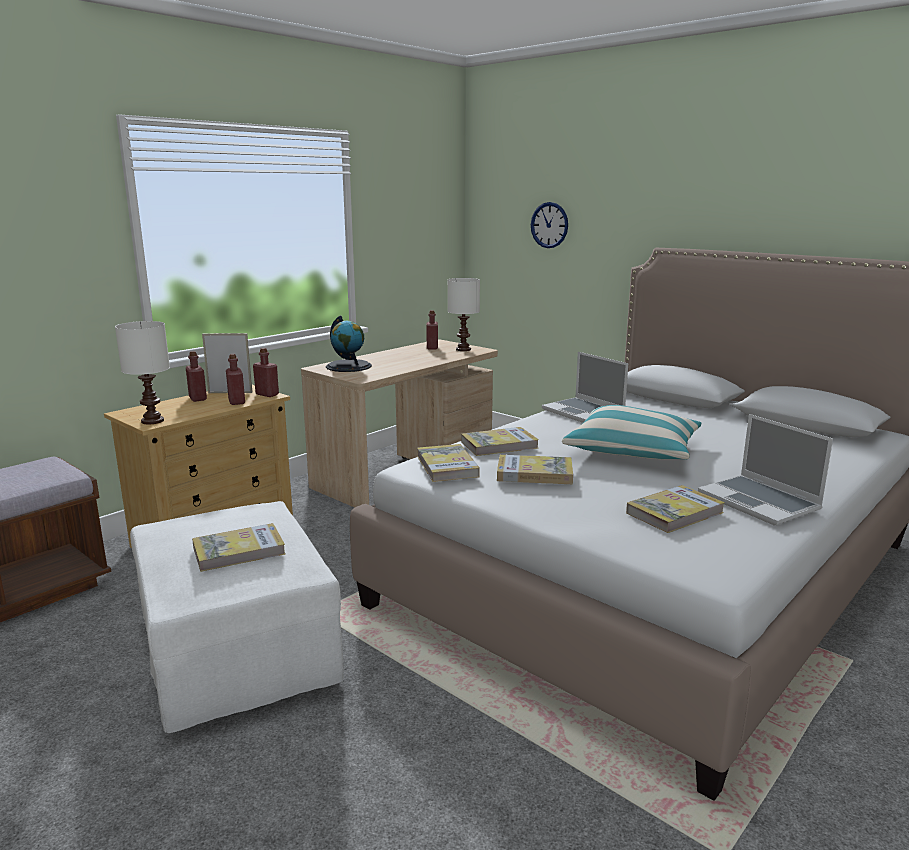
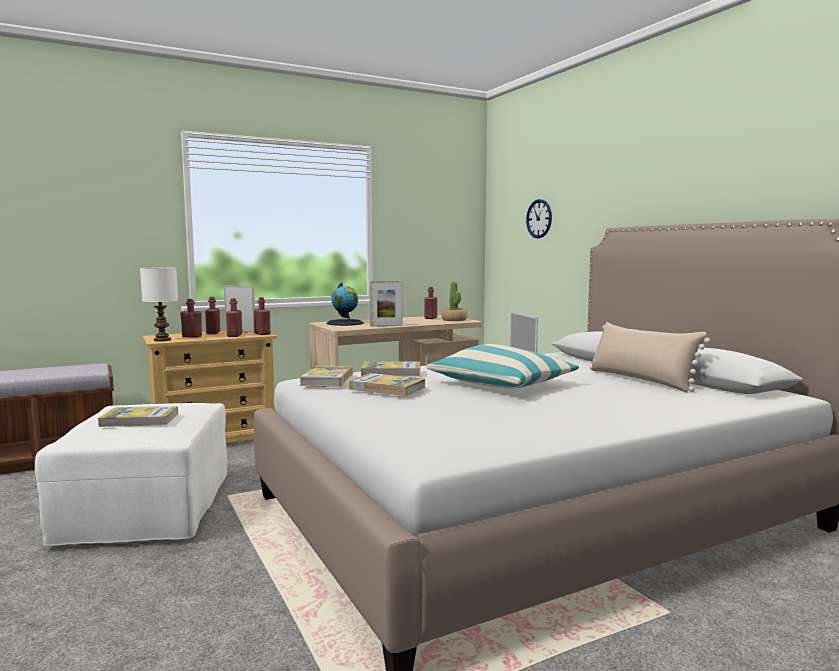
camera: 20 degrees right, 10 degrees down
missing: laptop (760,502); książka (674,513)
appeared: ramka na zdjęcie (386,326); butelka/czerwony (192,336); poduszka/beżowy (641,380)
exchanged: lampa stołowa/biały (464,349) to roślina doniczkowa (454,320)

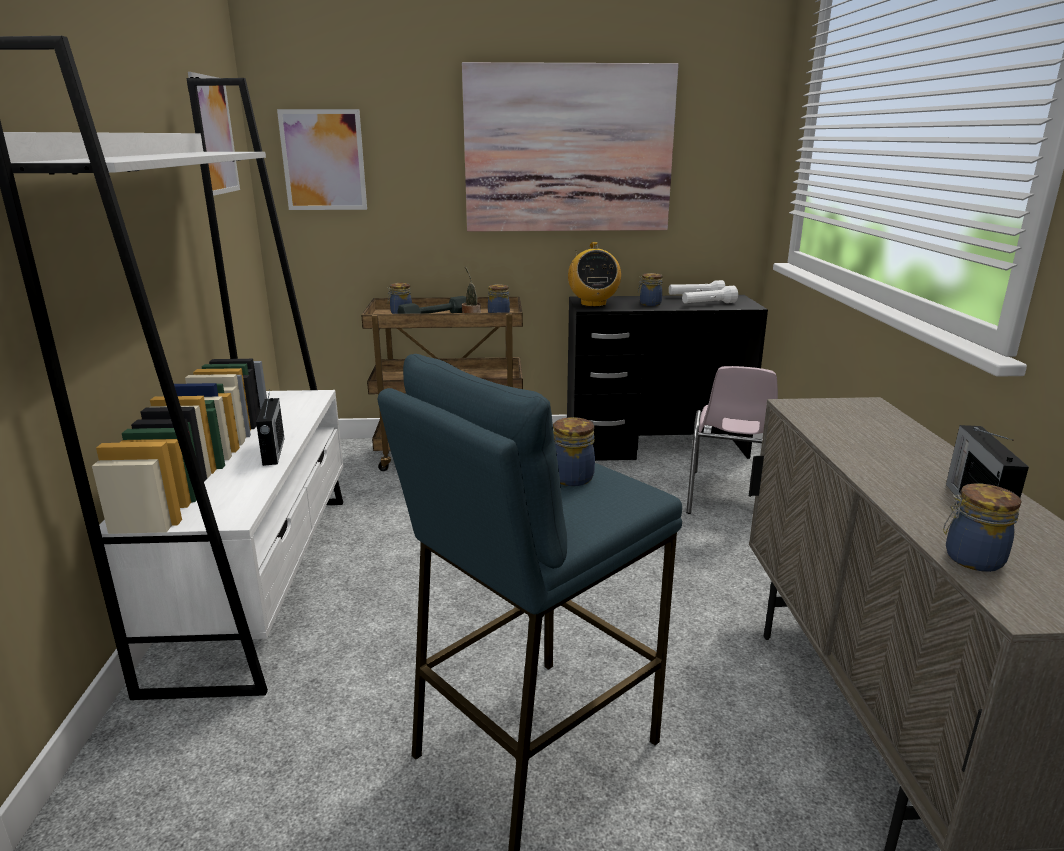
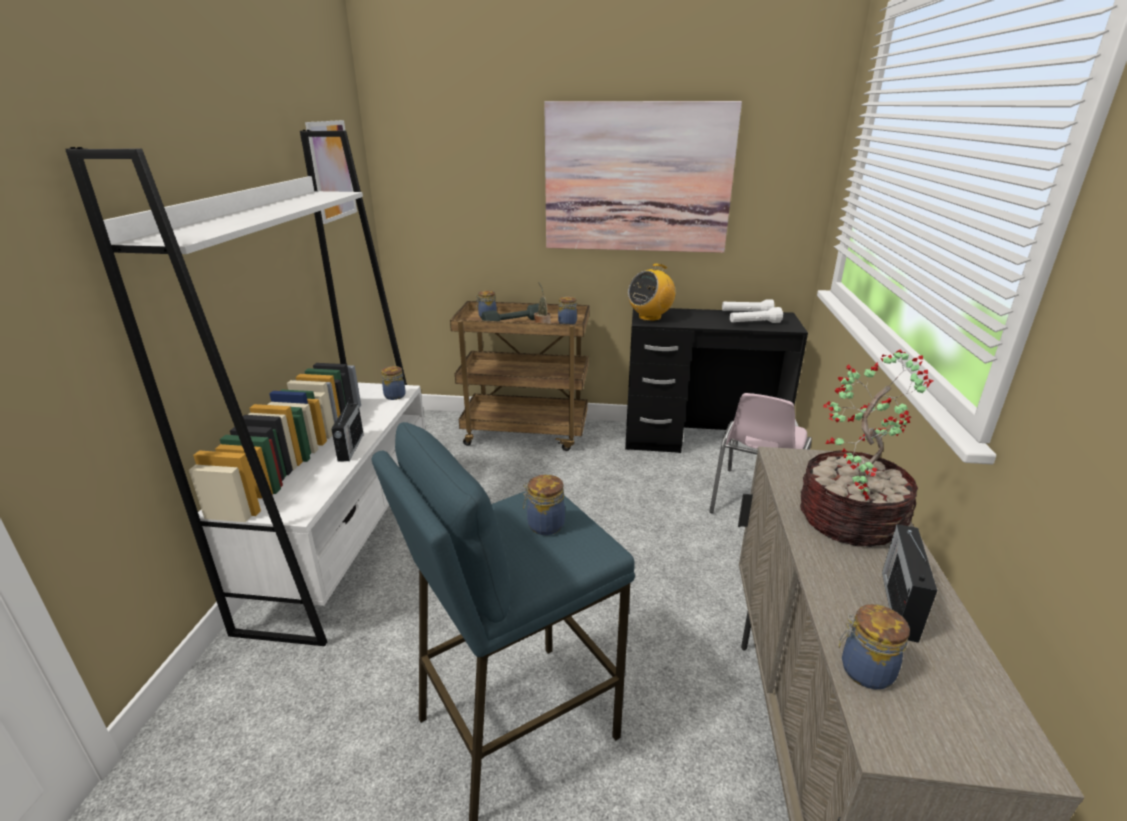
camera: 10 degrees right, 5 degrees up
missing: obraz (323,160)
appeared: roślina doniczkowa (850,518)
relocated: słoik (649,304) to (394,395)
spun: radio (593,304) = (650,317) 45 degrees clockwise

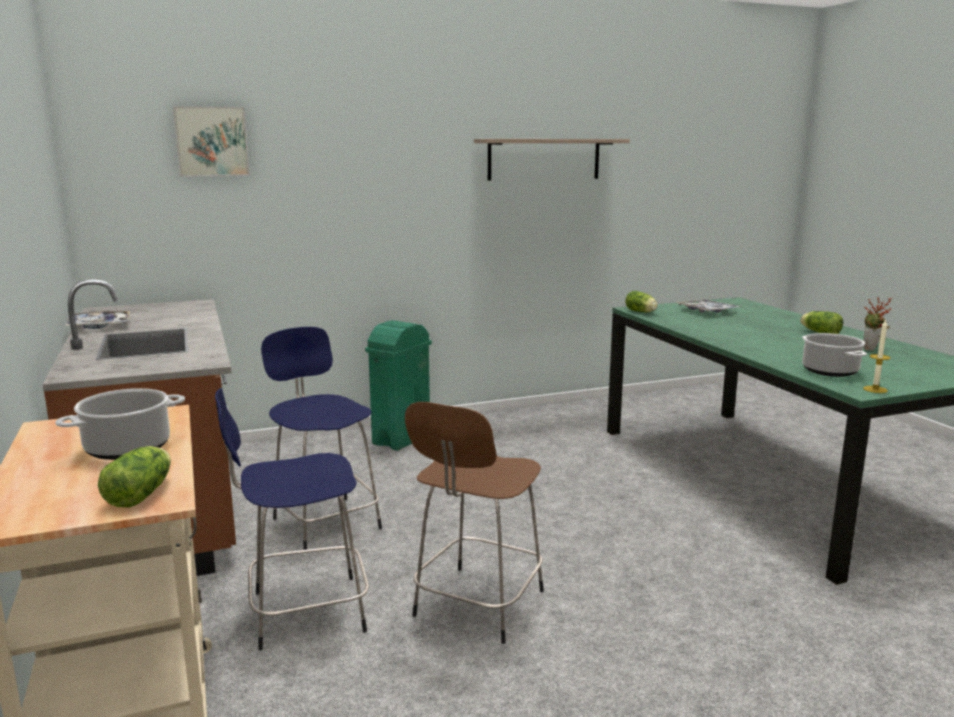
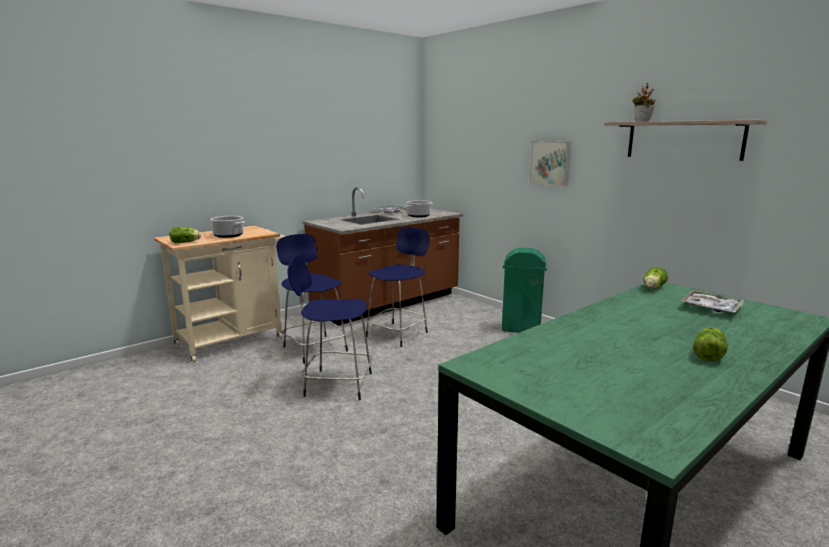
camera: 70 degrees right, 0 degrees up
missing: świeca (875,389)
relocated: obraz (211,141) to (550,163); roślina doniczkowa (872,349) to (641,121); garnek (830,371) to (418,216)
colour: stołek/brązowy (477,606) to stołek/niebieski (336,384)

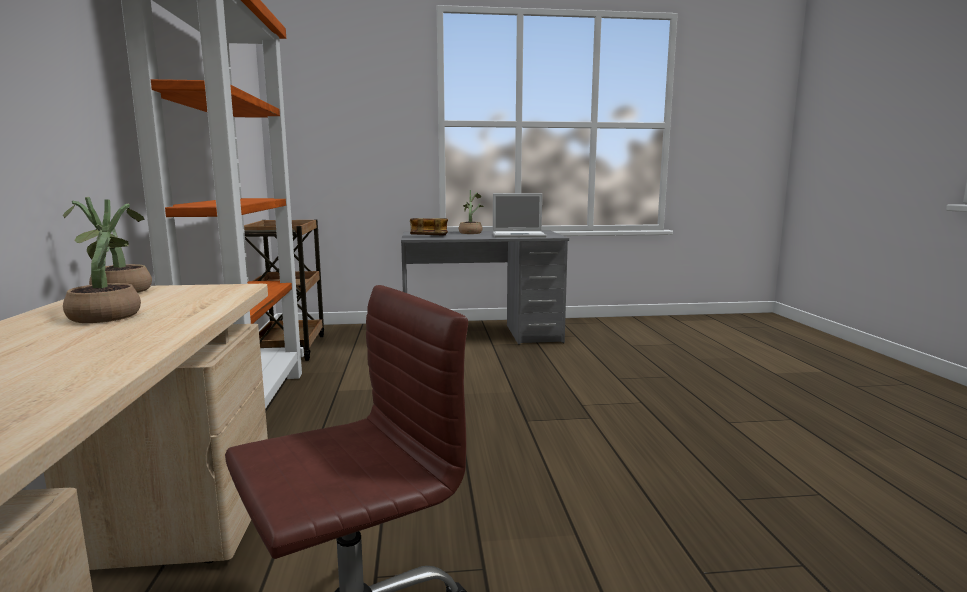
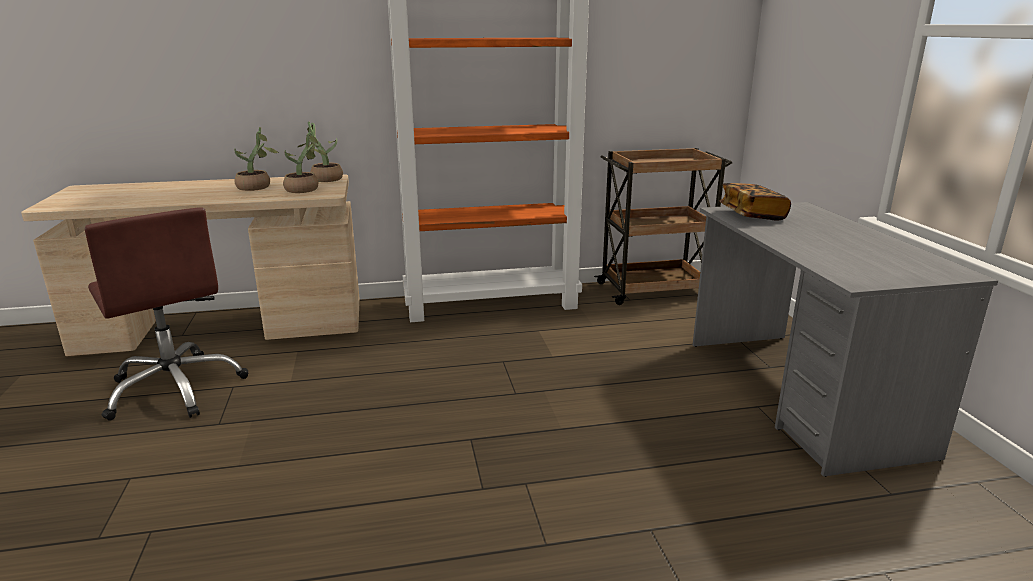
camera: 85 degrees right, 10 degrees up
missing: laptop (519,235)
relocated: roślina doniczkowa (471,232) to (306,190)

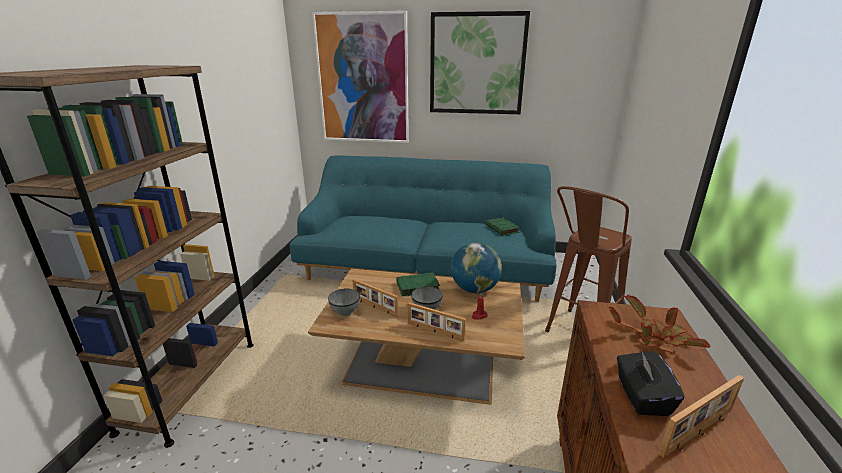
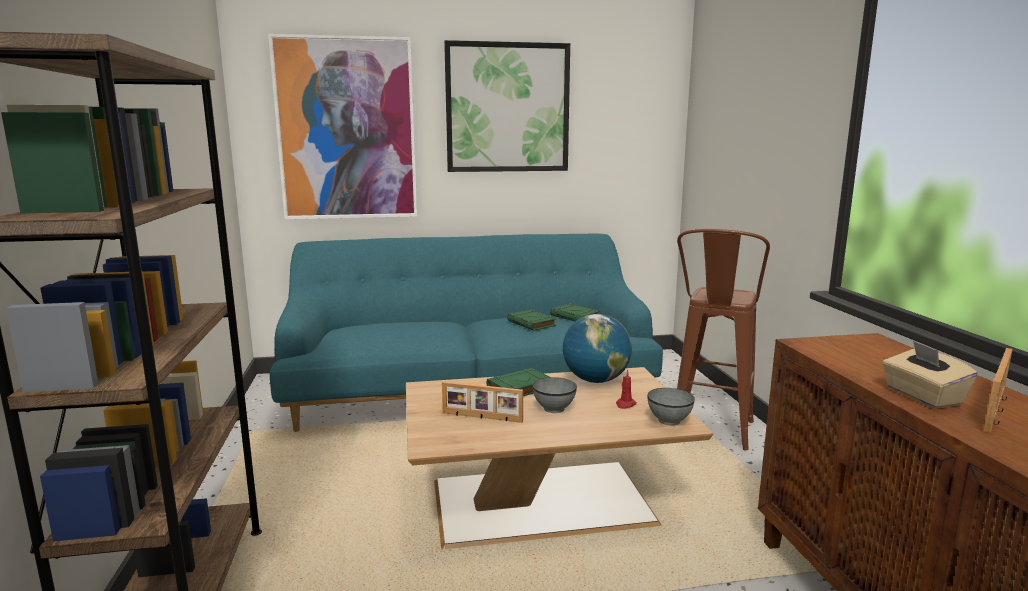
camera: 20 degrees left, 10 degrees down
missing: roślina doniczkowa (654,339); ramka na zdjęcie (435,332)
appeared: książka/zielony (532,323)
relocated: miska/szary (345,312) to (669,421)
colour: pudełko chusteczek/czarny (641,396) to pudełko chusteczek/beżowy (922,397)

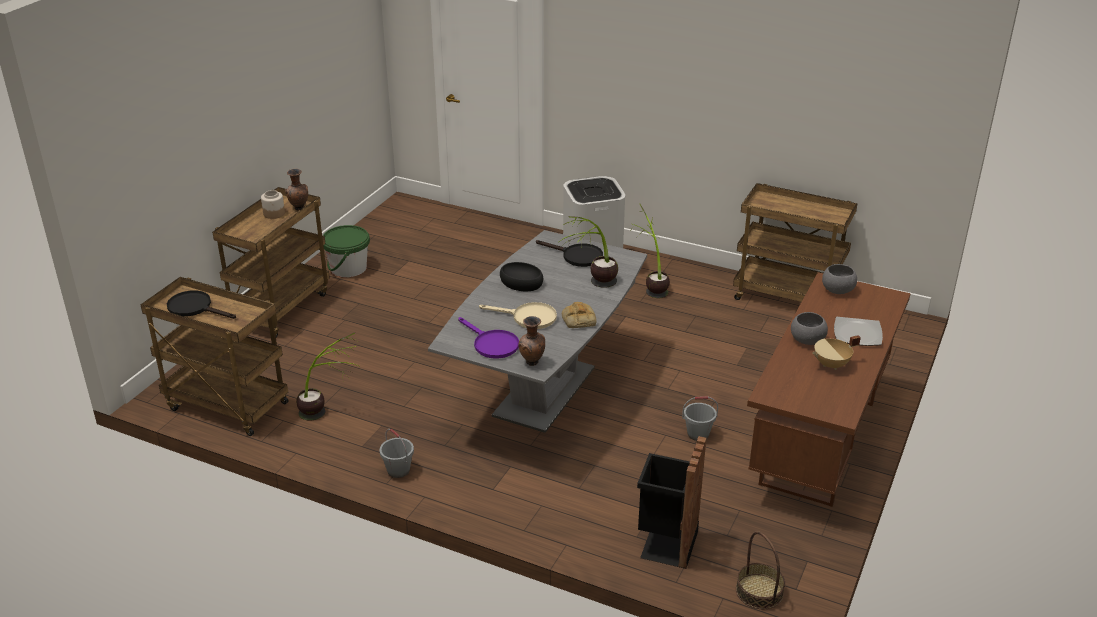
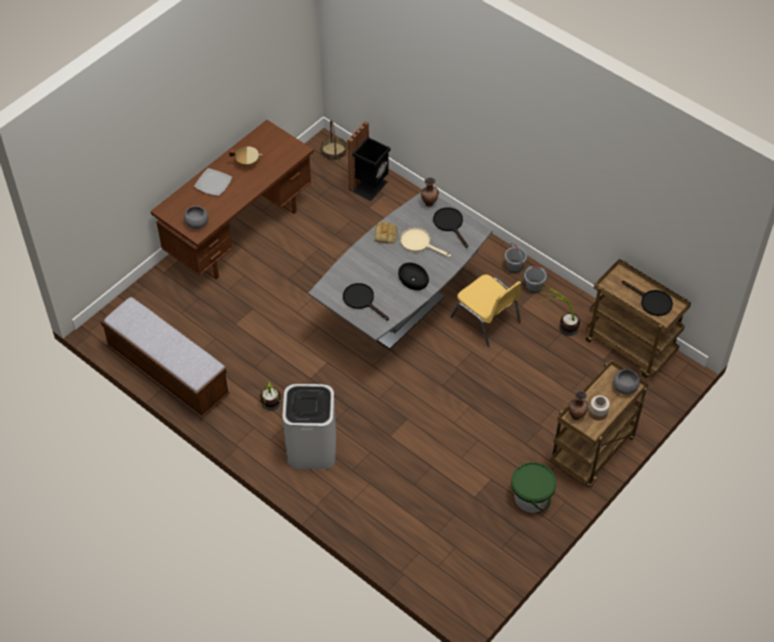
camera: 165 degrees left, 20 degrees up
missing: roślina doniczkowa (591,286)
appeared: krzesło/żółty (486,320)
relocated: miska/szary (807,340) to (625,387); wiadro/szary (698,434) to (533,287)
exchanged: wózek/brązowy (788,297) to ławka (168,372)
colour: patelnia/fioletowy (491,344) to patelnia/czarny (450,224)

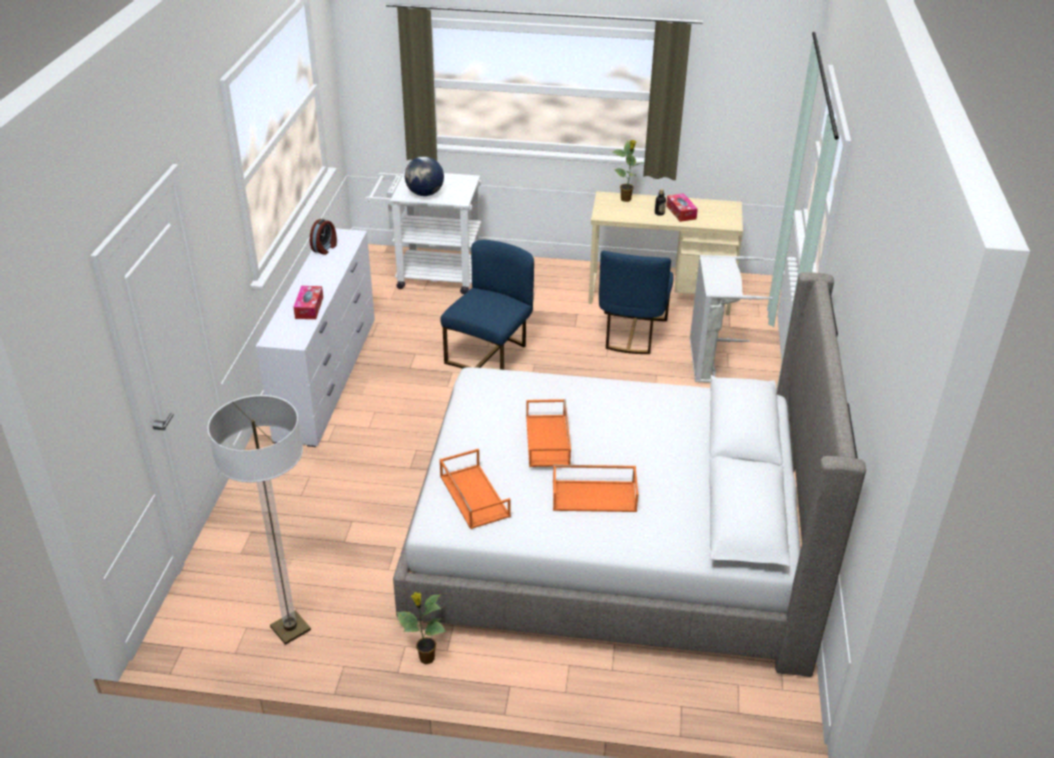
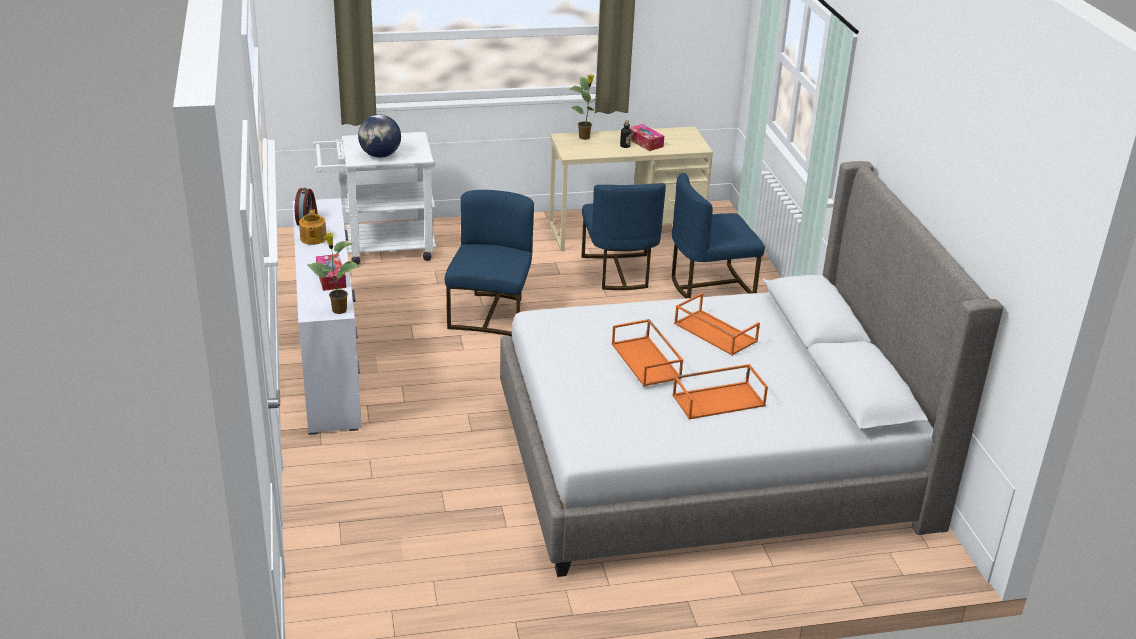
camera: 20 degrees left, 5 degrees down
missing: lampa stojąca (290,629)
appeared: imbryk (313,239)
relocated: taca/pomarańczowy (473,496) to (714,332); roślina doniczkowa (425,658) to (338,310)
exchanged: kosz na pranie/szary (712,361) to krzesło/niebieski (710,284)

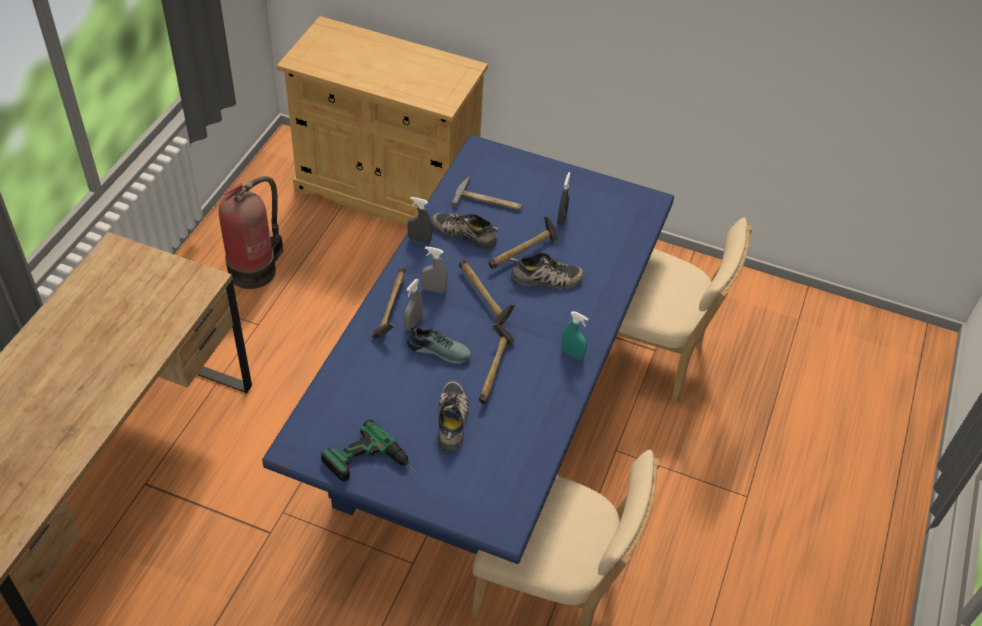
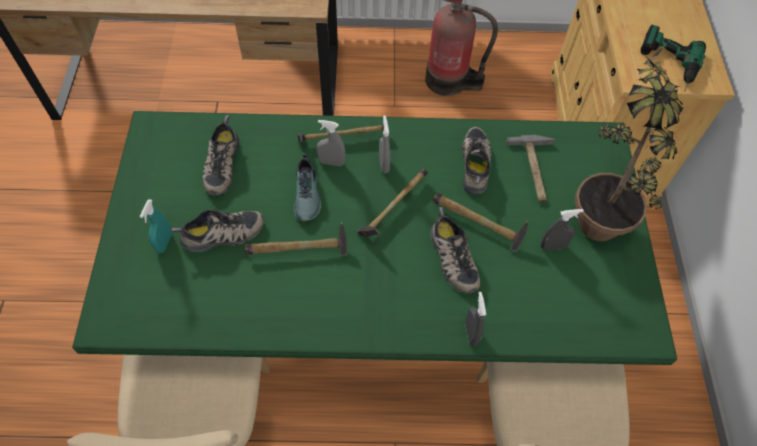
camera: 70 degrees right, 10 degrees up
appeared: roślina doniczkowa (599,211); but (221,164)
relocated: spryskiwacz/szary (419,240) to (471,333); spryskiwacz/turkusowy (572,354) to (164,242); wiertarka (372,466) to (667,65)
colour: stół jadalny/niebieski (481,419) to stół jadalny/zielony (376,305)

